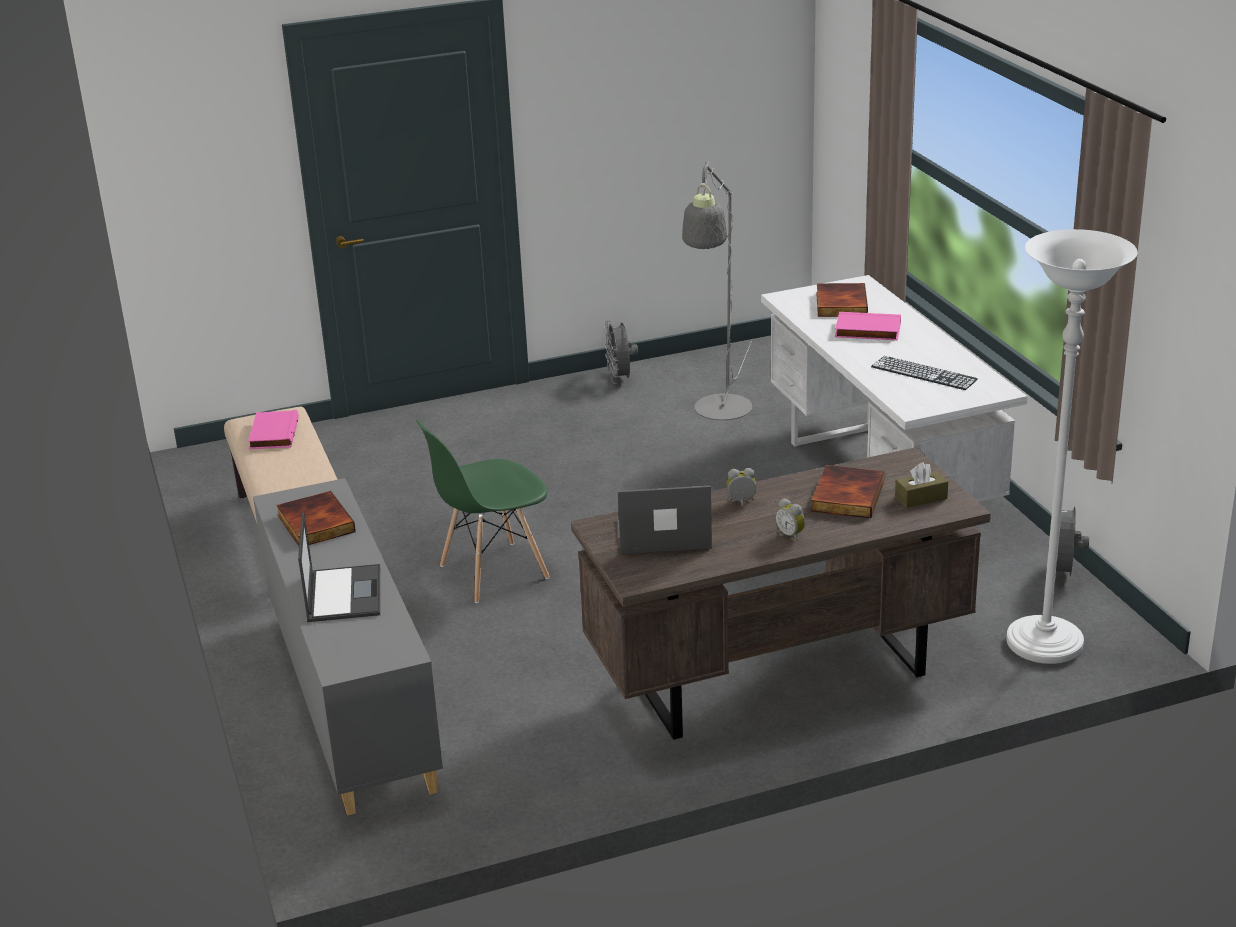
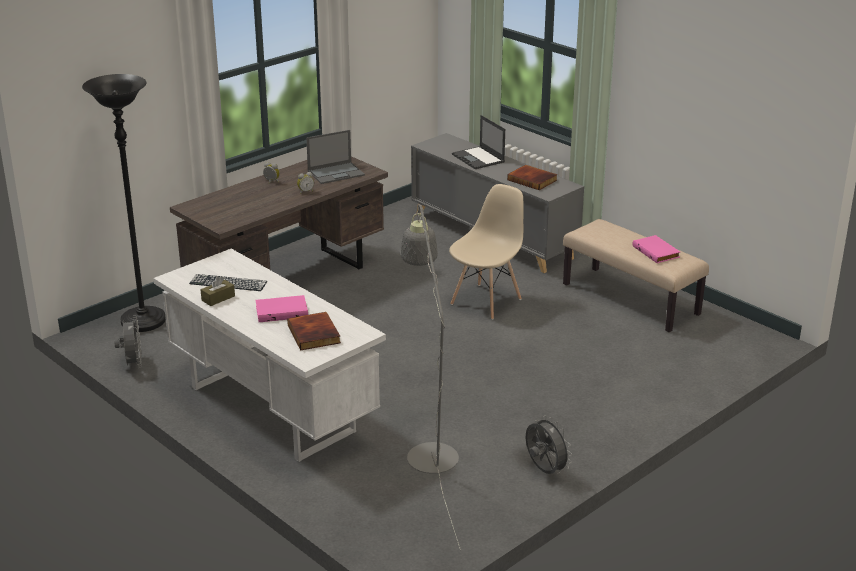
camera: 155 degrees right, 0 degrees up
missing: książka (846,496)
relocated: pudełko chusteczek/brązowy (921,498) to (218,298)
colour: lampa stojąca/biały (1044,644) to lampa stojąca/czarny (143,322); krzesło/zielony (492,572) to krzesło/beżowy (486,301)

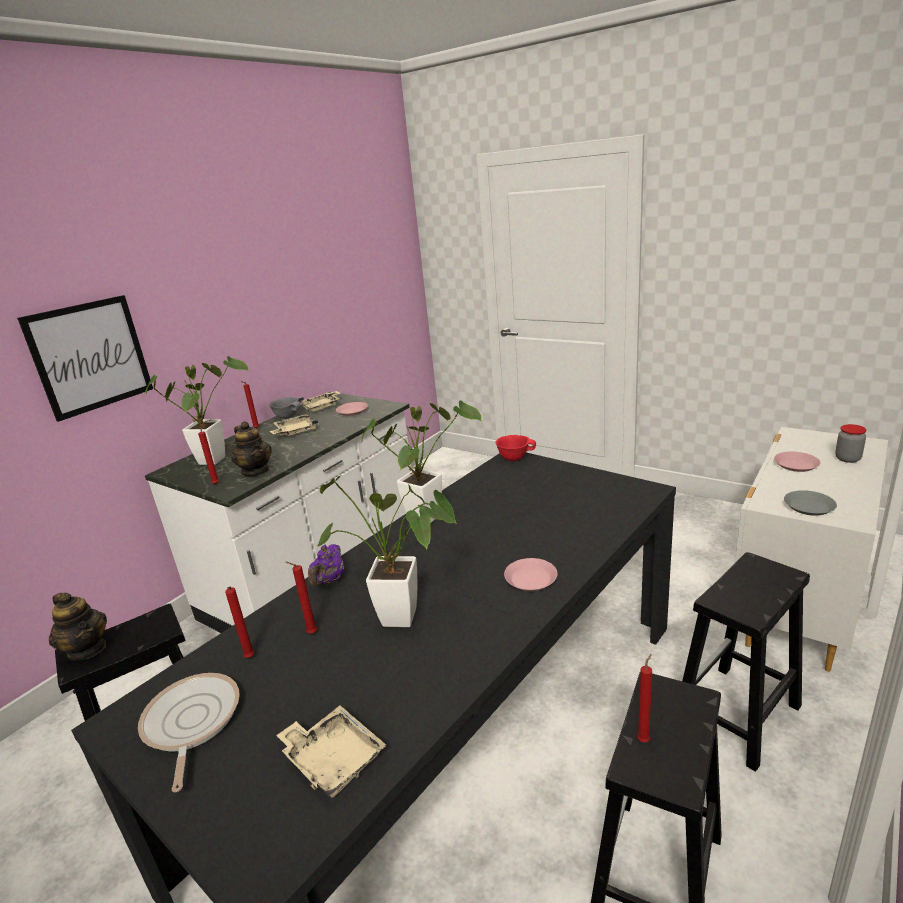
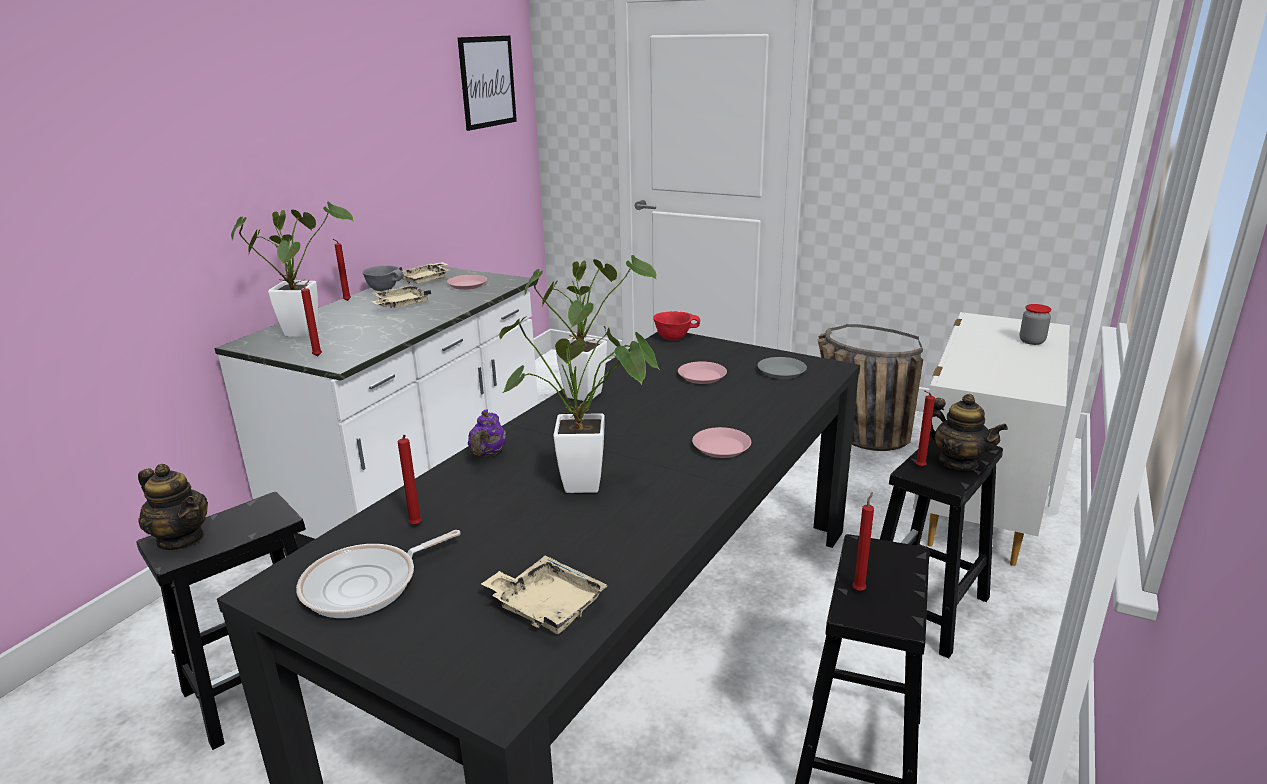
camera: 10 degrees left, 0 degrees up
appeared: koszyk (855,435)
relocated: obraz (90,356) to (487,82); imbryk (256,471) to (958,462); talerz/różowy (796,465) to (702,376); talerz/szary (809,506) to (782,371); świeca/czerwony (310,633) to (918,467)
spun: patelnia (191,723) = (367,585) 105 degrees counterclockwise

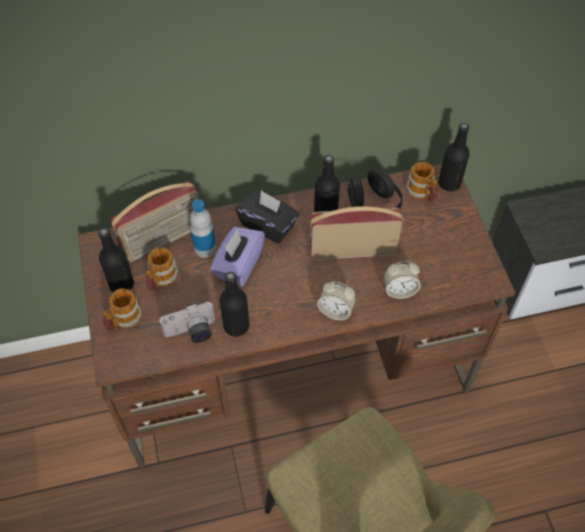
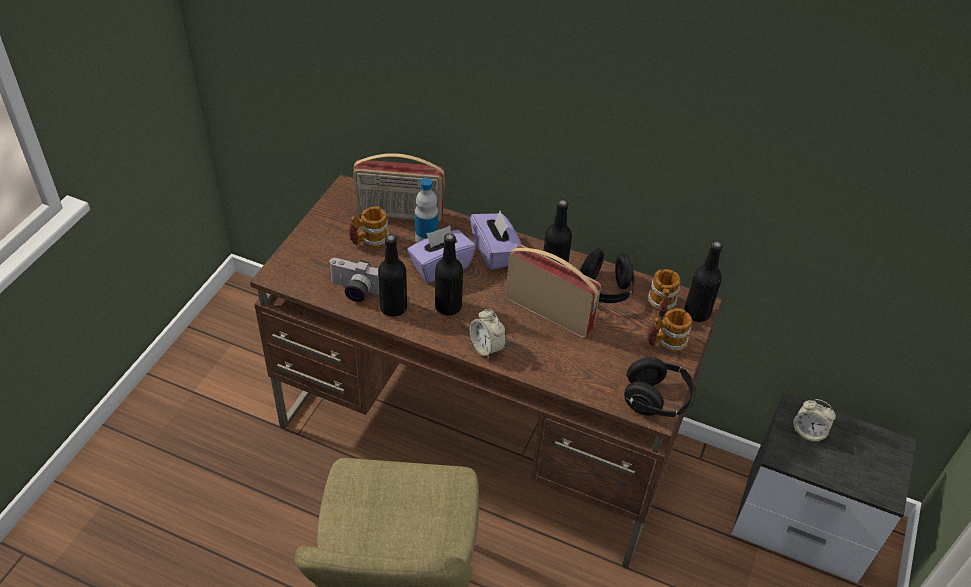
camera: 35 degrees right, 10 degrees down
appeared: słuchawki/czarny (657,400)
relocated: butelka/czarny (121,284) to (448,307); budzik (399,290) to (808,432); kubek (123,321) to (665,343)
colour: pudełko chusteczek/czarny (268,225) to pudełko chusteczek/fioletowy (495,252)

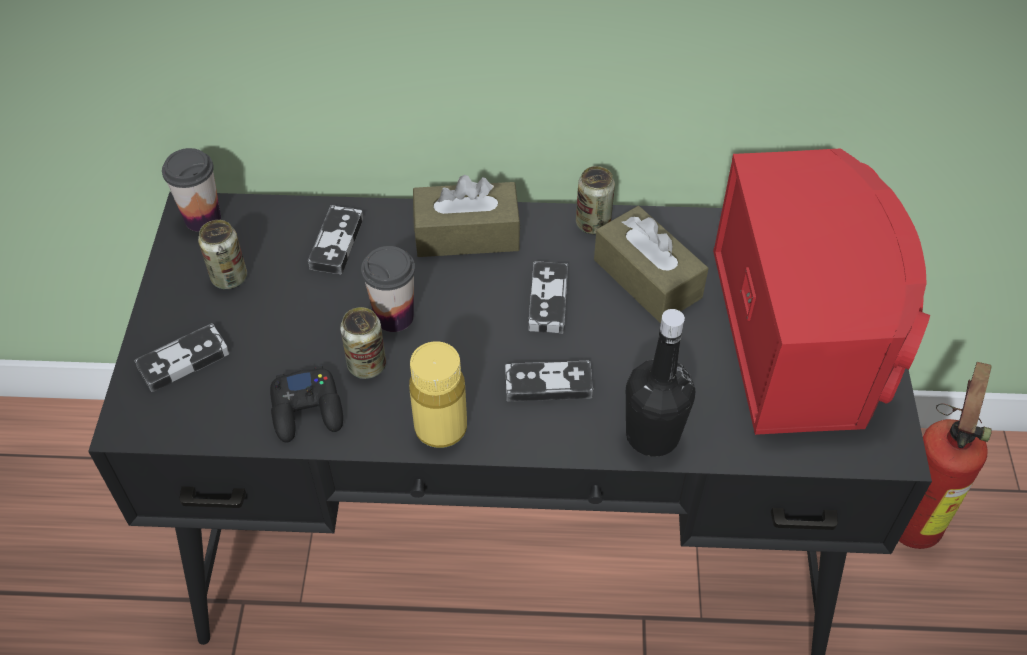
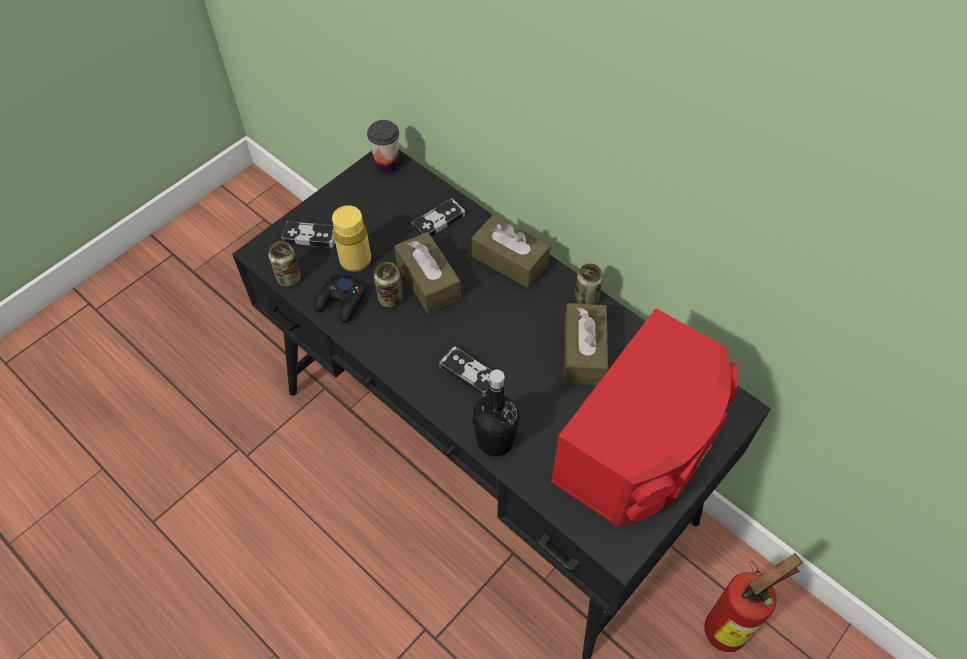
camera: 40 degrees right, 5 degrees up
missing: pad do gier (548,300)
relocated: puszka (229,277) to (289,278); butelka/żółty (441,428) to (355,260)
exchanged: filiżanka (394,316) to pudełko chusteczek/brązowy (428,281)

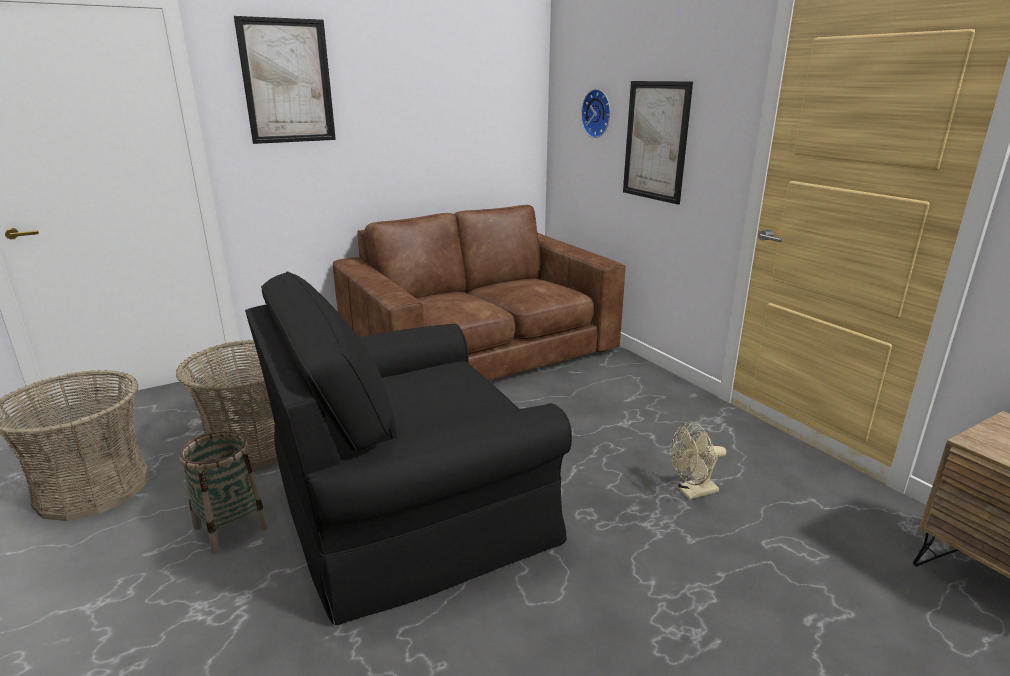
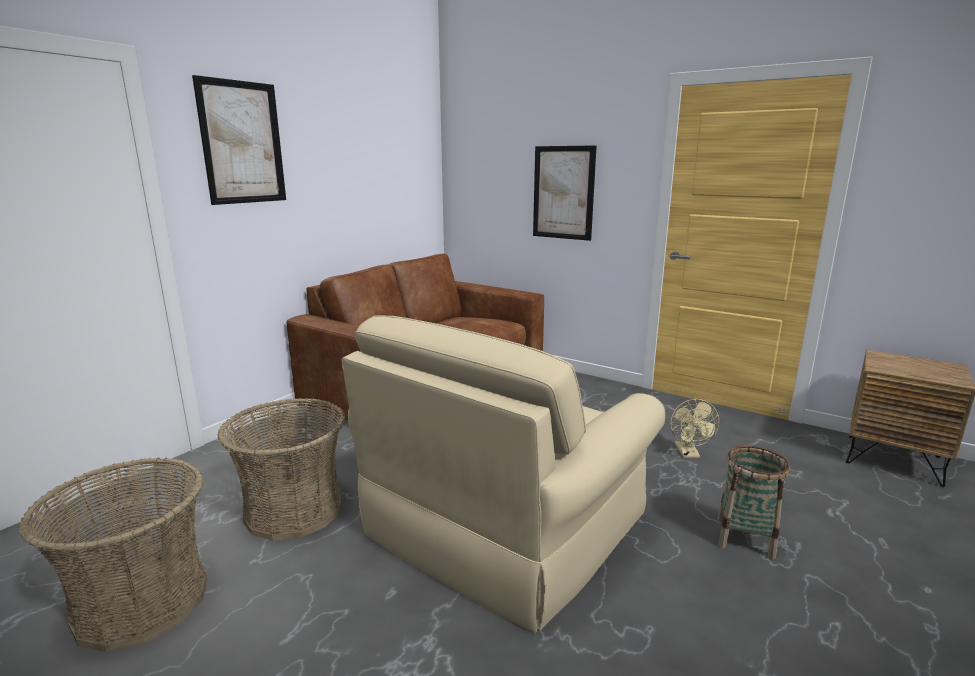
camera: 25 degrees left, 5 degrees down
missing: zegar ścienny (598,113)
relocated: koszyk (231,528) to (744,537)
colour: fotel/czarny (410,510) to fotel/beżowy (503,524)
spun: wentylator/beżowy (692,492) = (689,453) 45 degrees counterclockwise

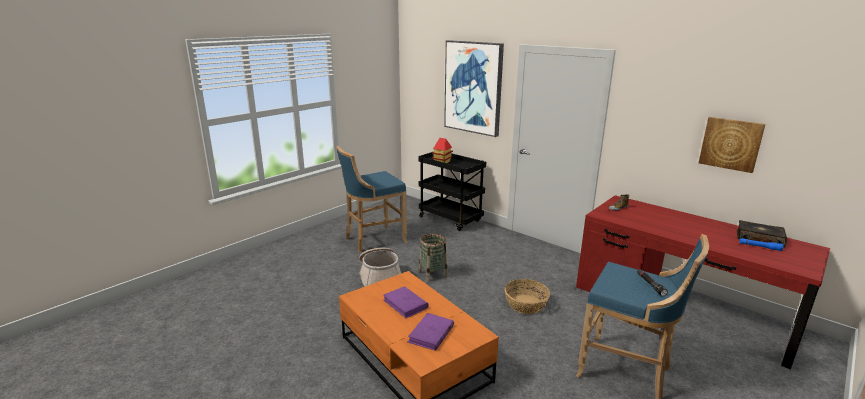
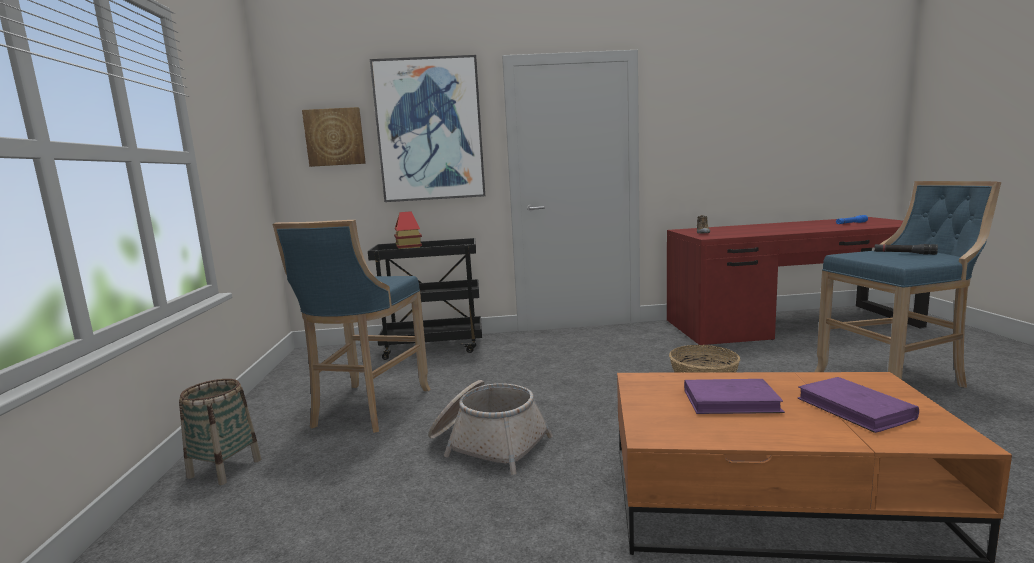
camera: 45 degrees left, 10 degrees down
missing: książka (759,238)
relocated: obraz (730,144) to (335,137); koszyk (433,274) to (225,468)

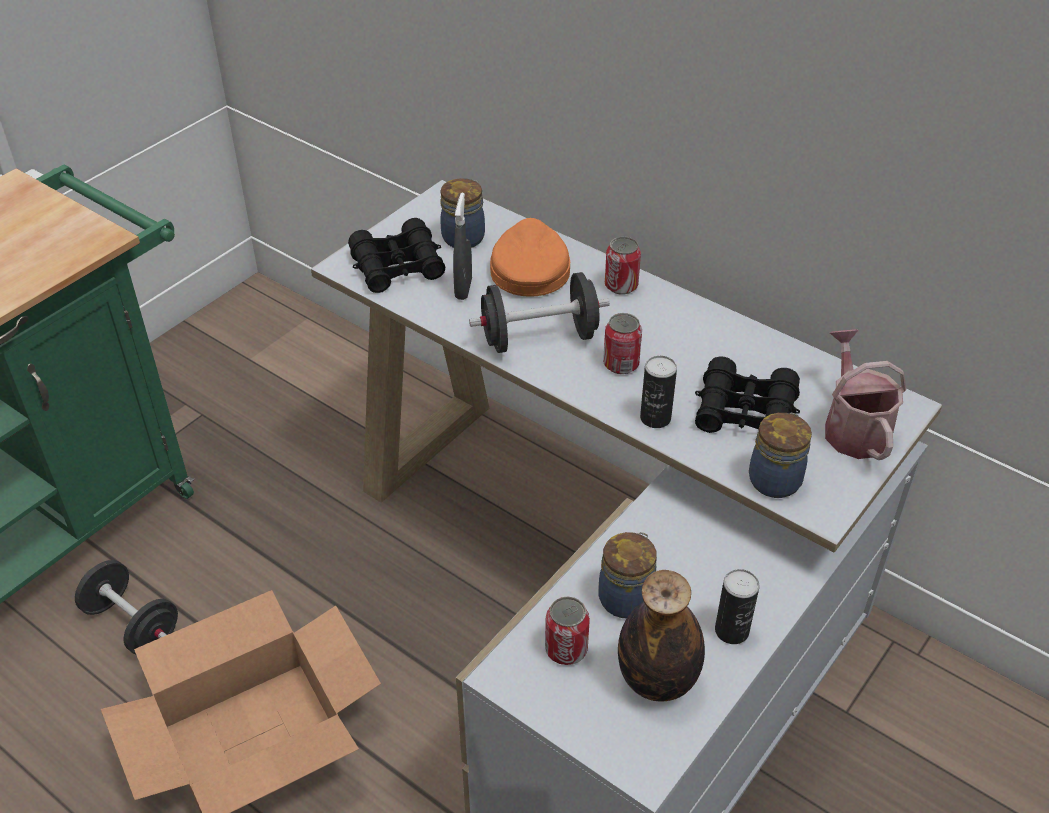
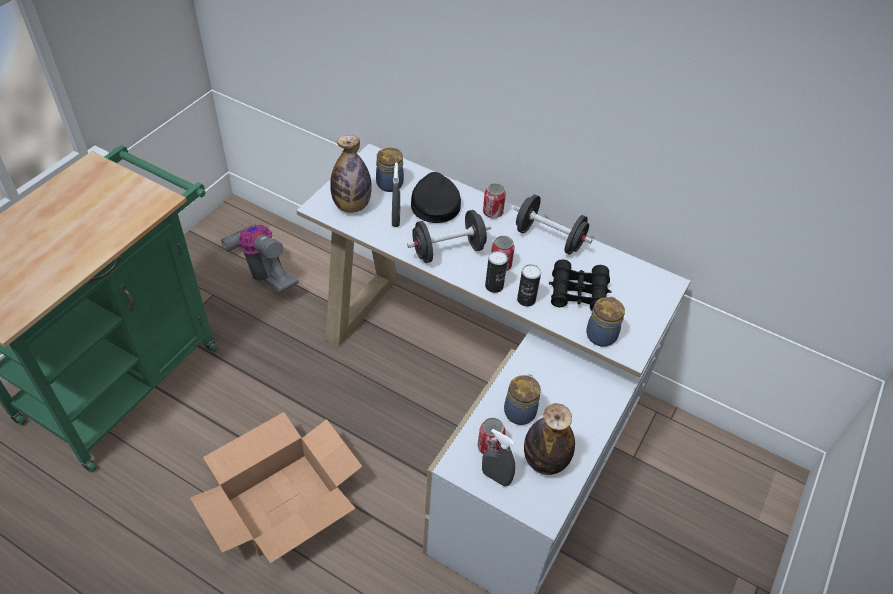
camera: 10 degrees left, 5 degrees up
missing: konewka (853,427)
appeared: odkurzacz (263,270); spryskiwacz/szary (496,477)
relocated: hantel/czarny (133,624) to (549,238); puszka (731,630) to (494,286)
exchanged: lornetka/czarny (398,266) to butelka (352,206)
colour: czapka z daszkiem/pomarańczowy (529,268) to czapka z daszkiem/czarny (434,203)

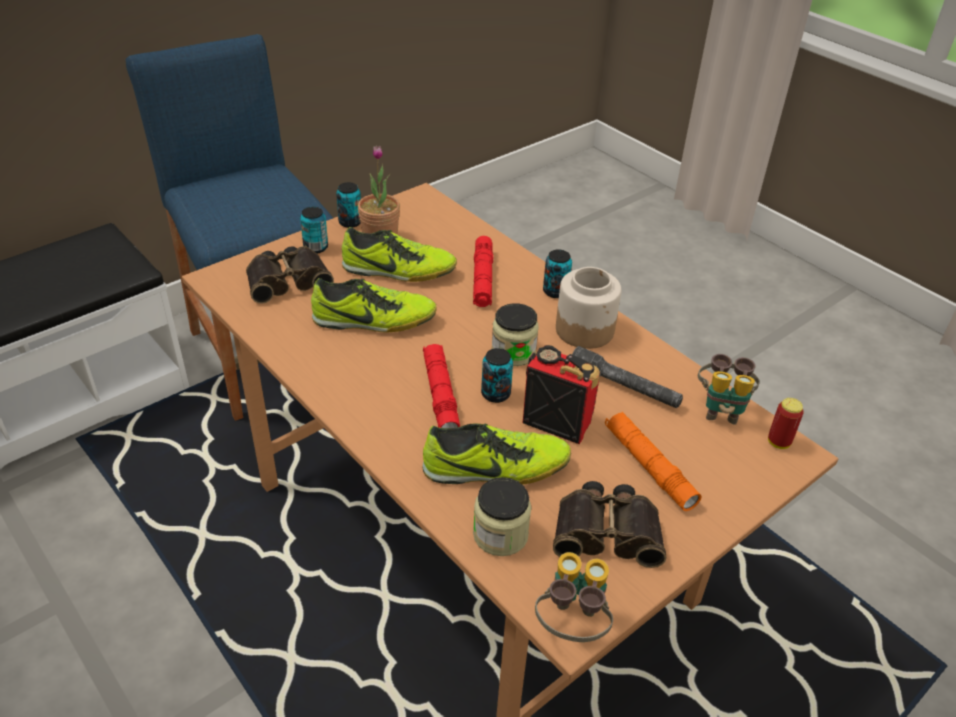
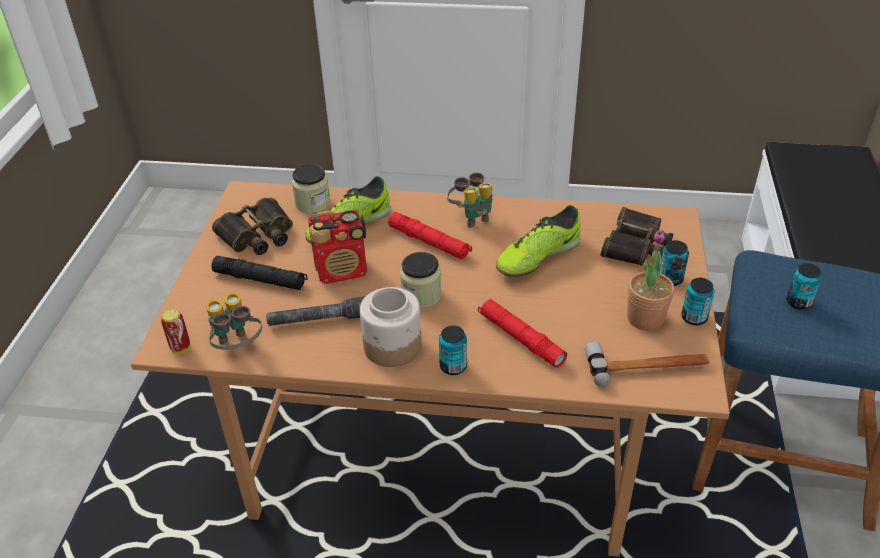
camera: 140 degrees right, 0 degrees up
missing: but (398,271)
appeared: młotek (647,366)
relocated: puszka (495,394) to (798,302); lornetka (571,626) to (472,217)
colour: latarka/pomarańczowy (649,466) to latarka/czarny (260,279)

